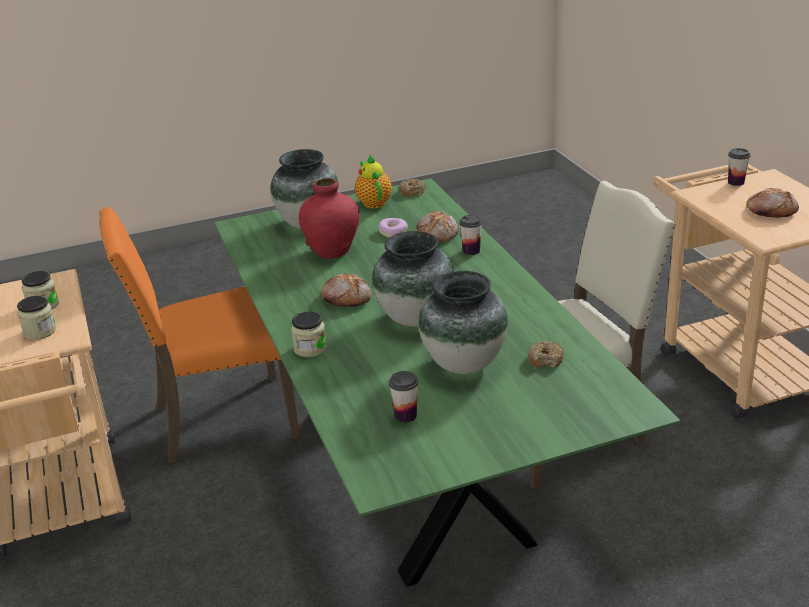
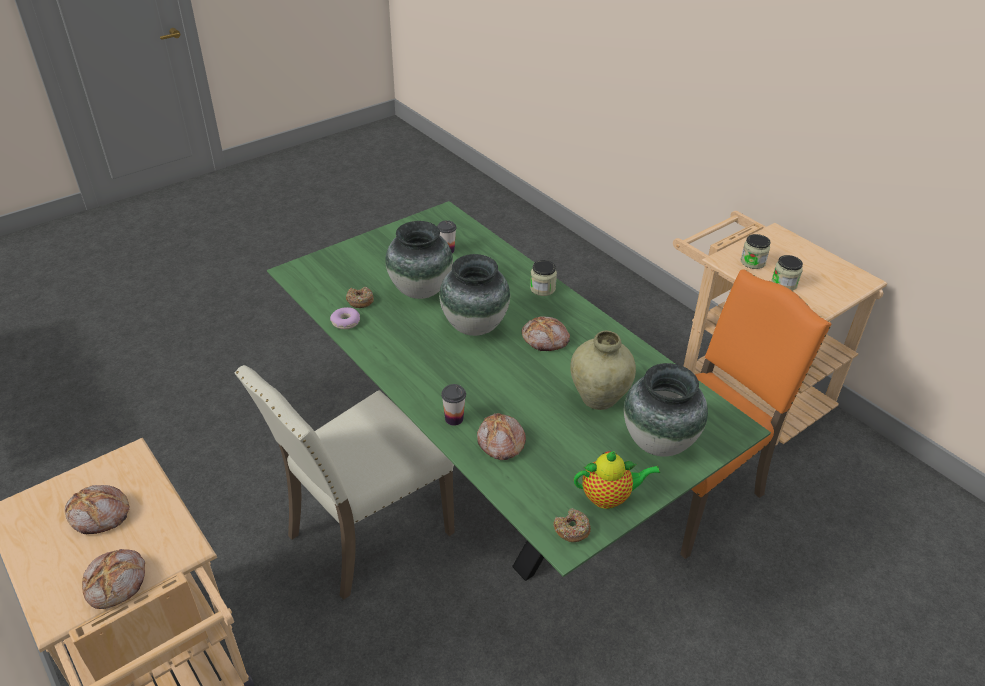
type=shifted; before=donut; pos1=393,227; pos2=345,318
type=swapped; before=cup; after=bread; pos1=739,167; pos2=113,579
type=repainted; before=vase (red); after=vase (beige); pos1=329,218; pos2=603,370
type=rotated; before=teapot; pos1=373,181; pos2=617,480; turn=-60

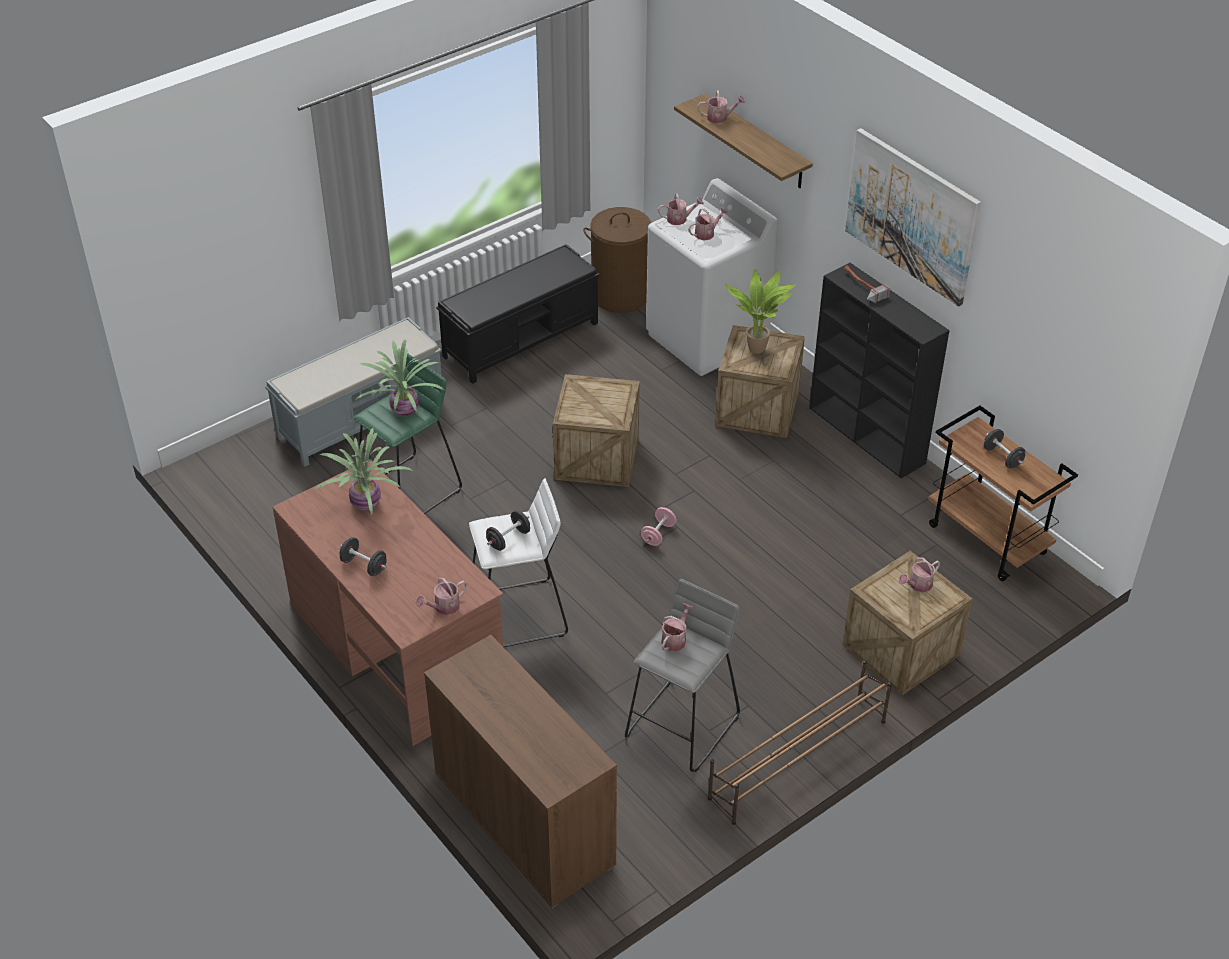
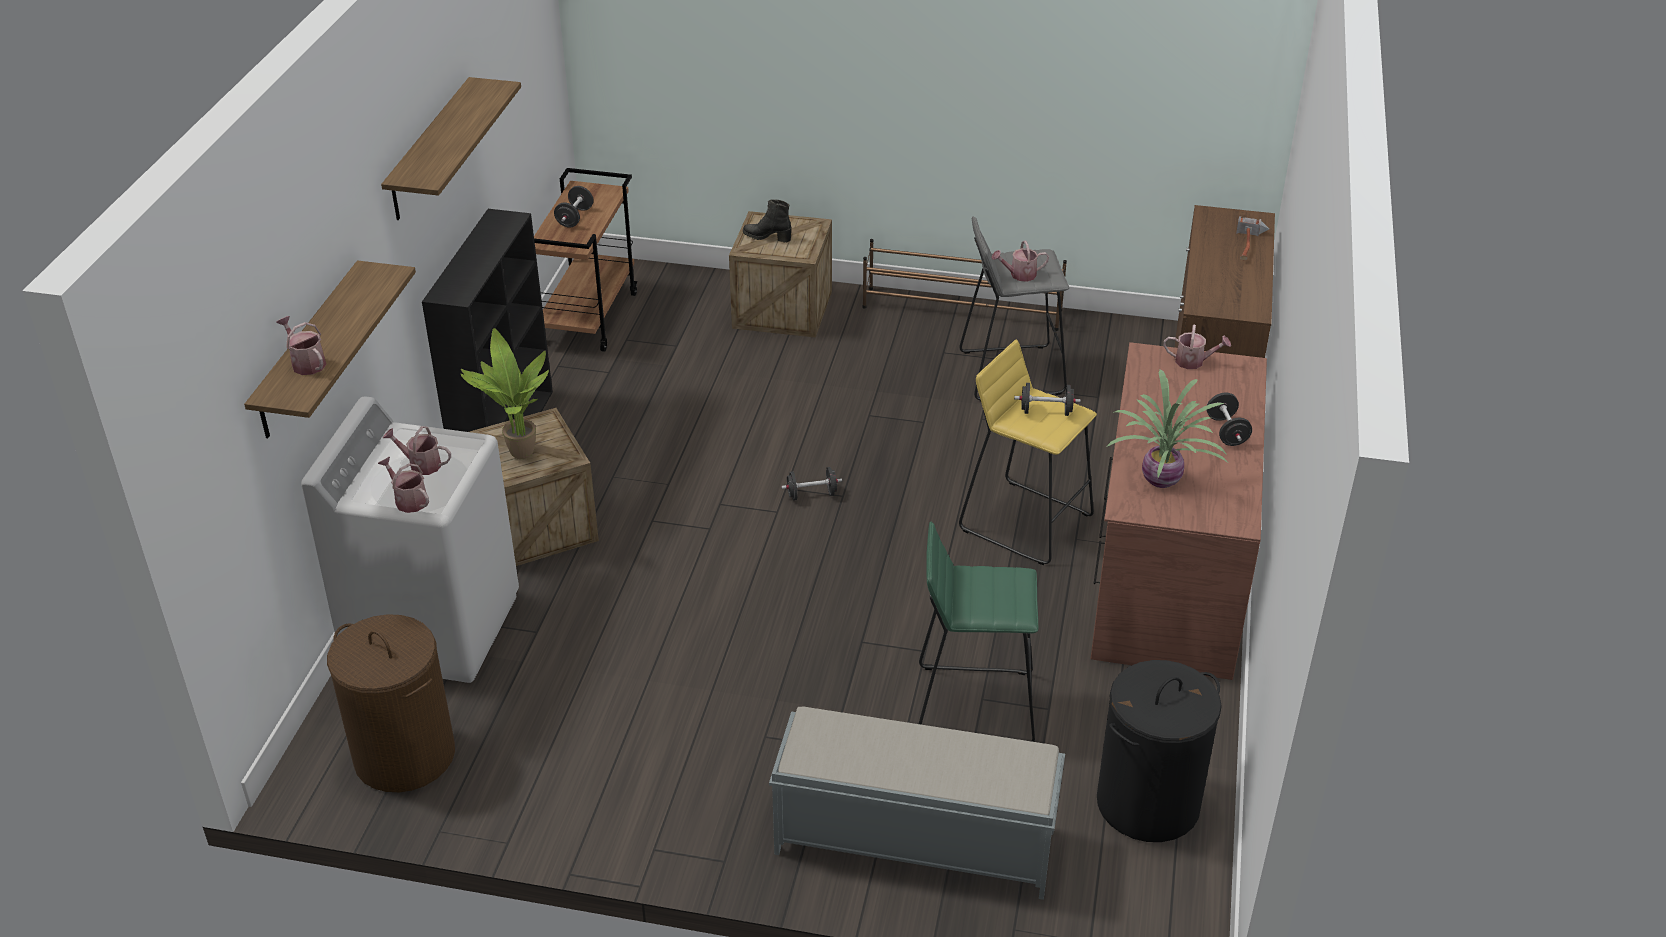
type=gone; before=potted plant; pos1=399,377
type=gone; before=bench (black); pos1=518,314
type=gone; before=crate; pos1=596,430
type=new; after=laundry basket (black); pos2=1159,751
type=shifted; before=hammer; pos1=867,284; pos2=1252,238
type=swapped; before=picture; after=shelf; pos1=913,217; pos2=451,148
type=swapped; before=watering can; after=boot (black); pos1=919,575; pos2=767,220
type=repainted; before=stool (white); after=stool (yellow); pos1=518,562; pos2=1028,452
type=repainted; before=dumbbell (pink); after=dumbbell (black); pos1=659,526; pos2=811,484

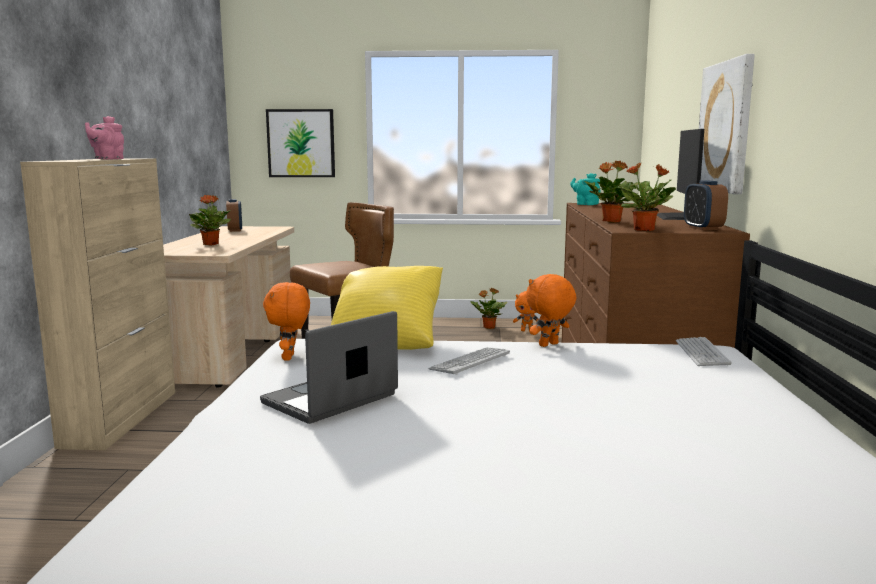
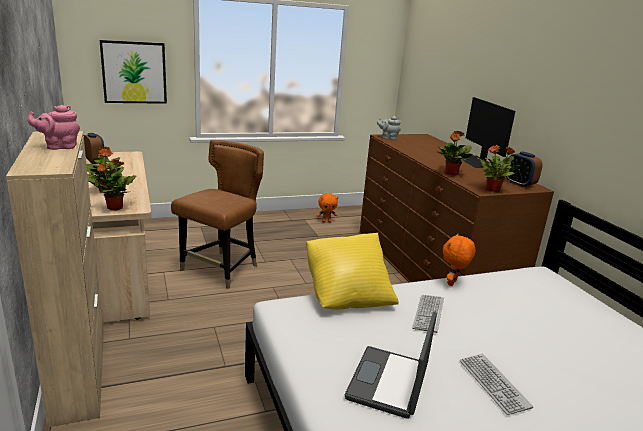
type=gone; before=plush toy (orange); pos1=286,321
type=gone; before=picture; pos1=727,124
type=shifted; before=potted plant; pos1=489,308; pos2=112,185
type=shifted; before=keyboard; pos1=704,351; pos2=496,384
type=repainted; before=teapot (turquoise); after=teapot (grey); pos1=585,189; pos2=389,128
type=rotated; before=teapot (pink); pos1=104,137; pos2=53,127; turn=75

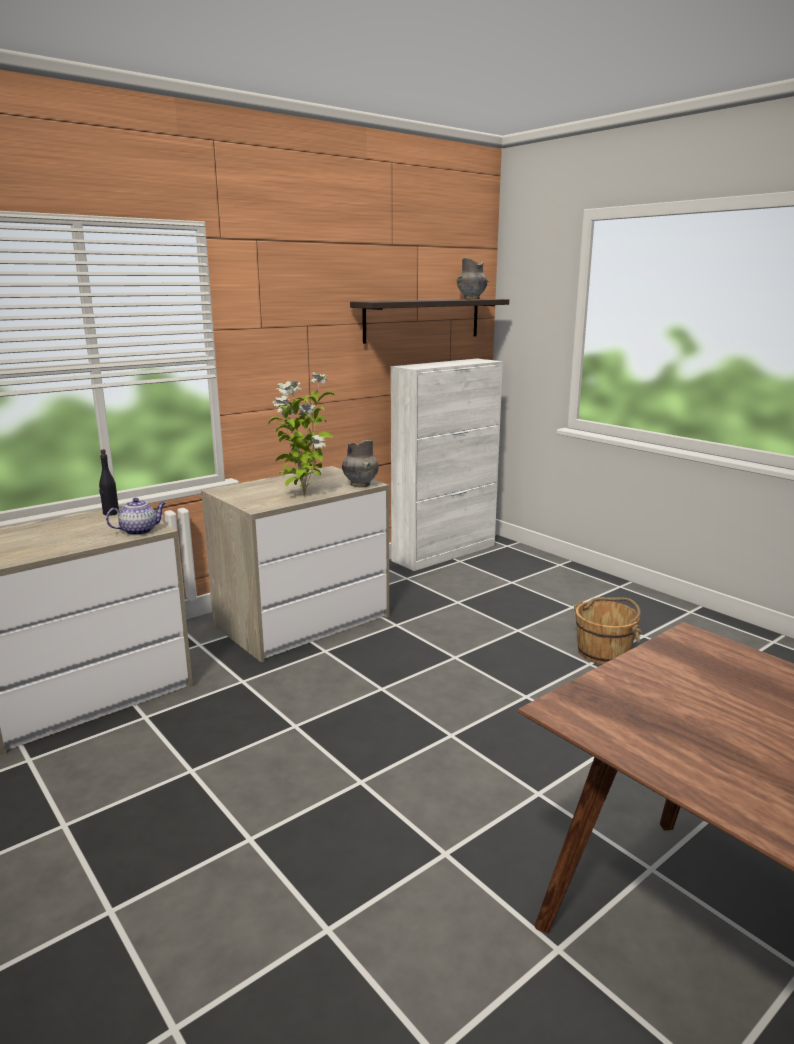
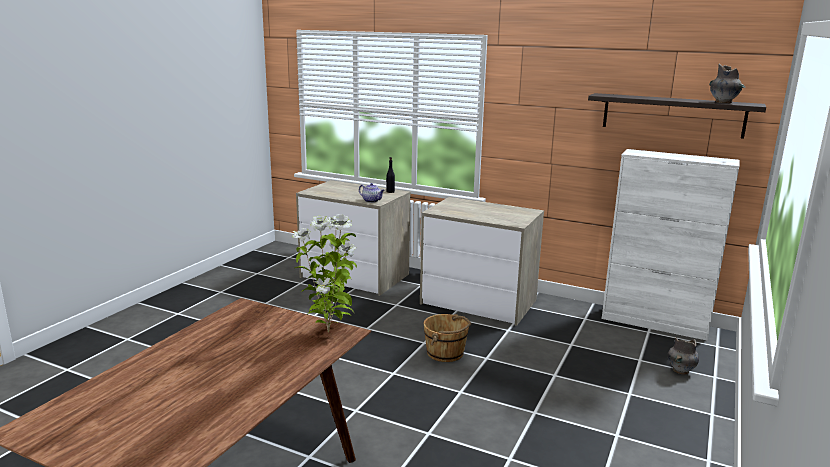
type=shifted; before=potted plant; pos1=301,434; pos2=324,273
type=shifted; before=vase (grey); pos1=360,463; pos2=683,356
type=shifted; before=bucket (brown); pos1=608,630; pos2=447,338

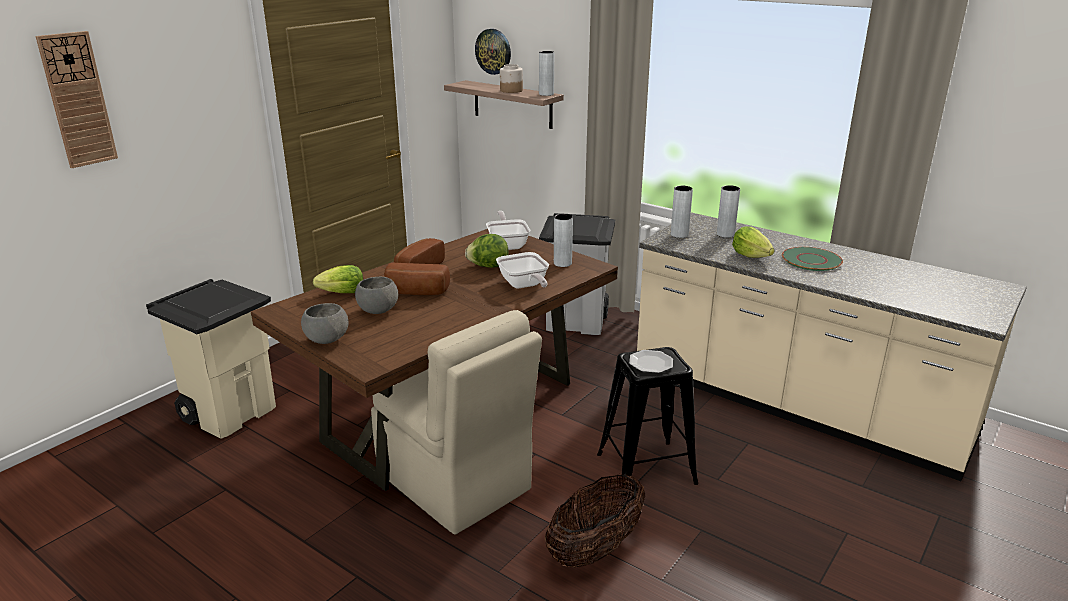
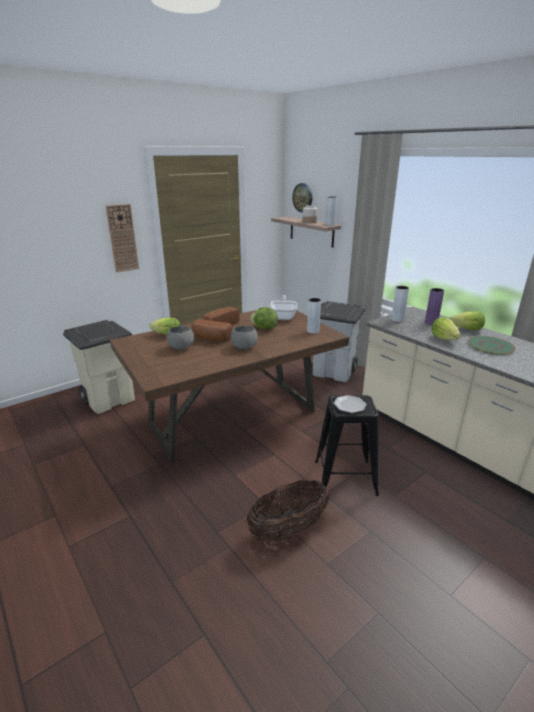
type=gone; before=chair (beige); pos1=456,422
type=gone; before=frying pan; pos1=522,270
type=new; after=lettuce; pos2=467,321
type=shifted; before=wall clock; pos1=77,99; pos2=122,238
type=shifted; before=bowl (grey); pos1=324,323; pos2=244,337
type=repainted; before=vase (grey); after=vase (purple); pos1=728,211; pos2=434,306

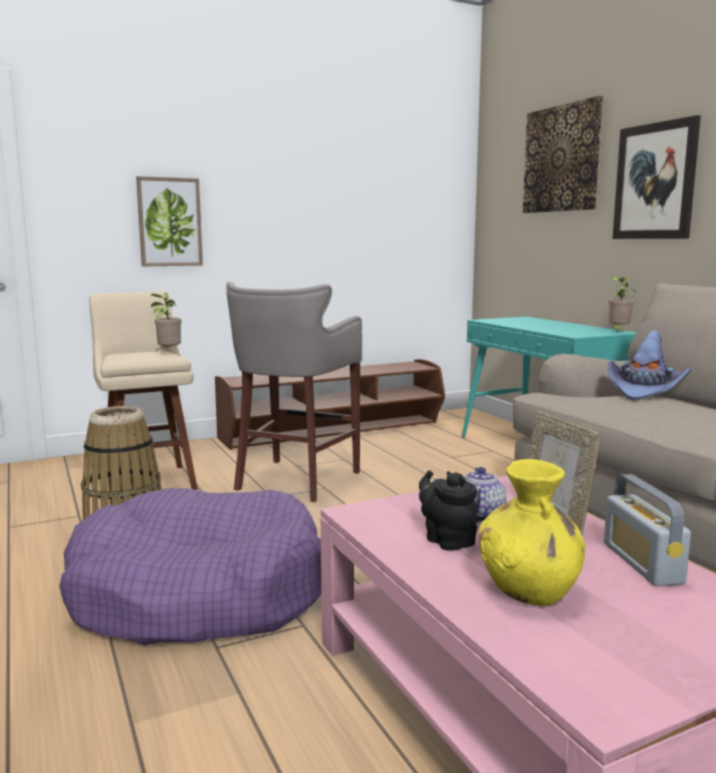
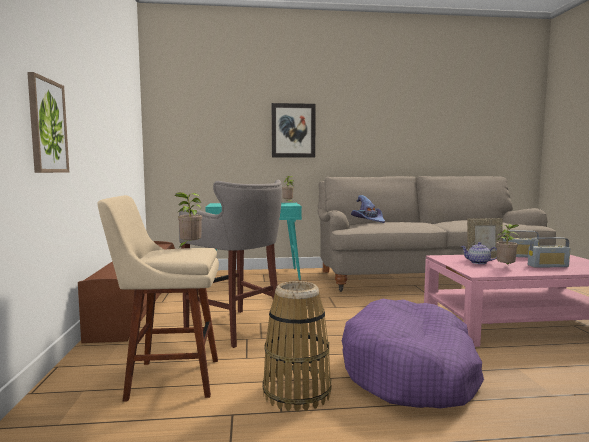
type=gone; before=picture; pos1=563,154
type=swapped; before=teapot (black); after=potted plant; pos1=448,510; pos2=507,245
type=swapped; before=vase (yellow); after=radio; pos1=532,532; pos2=549,252

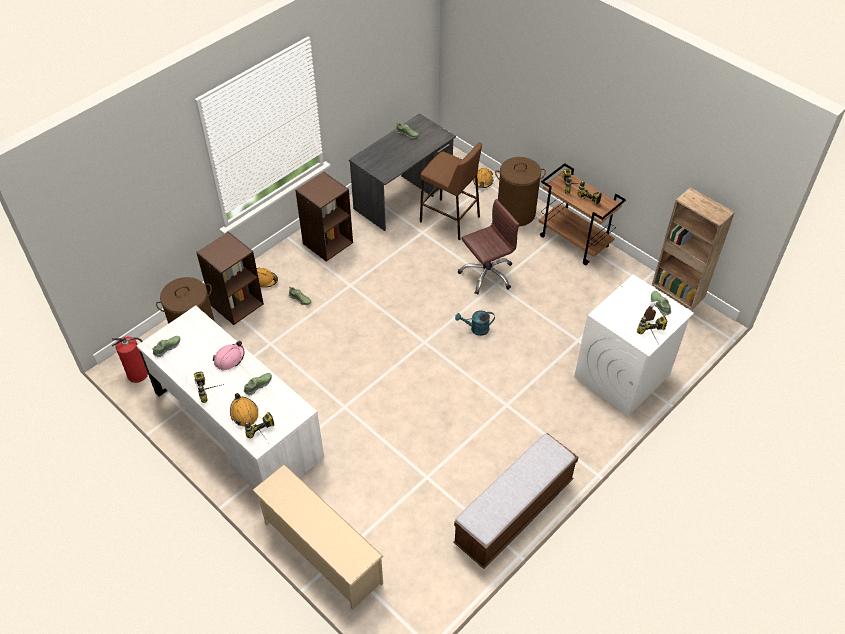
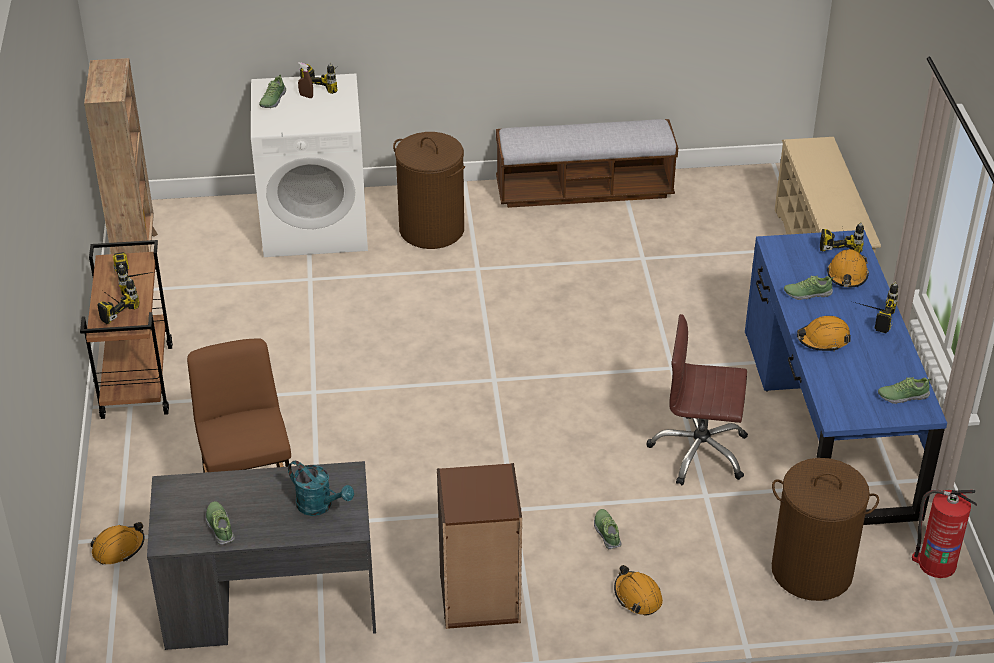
type=gone; before=bookcase (brown); pos1=230,278
type=shifted; before=watering can (turquoise); pos1=475,323; pos2=321,488
type=shifted; before=office chair (brown); pos1=488,247; pos2=697,400
type=shifted; before=laundry basket (brown); pos1=520,192; pos2=429,190
type=repainted; before=desk (white); after=desk (blue); pos1=230,397; pos2=846,377
type=repainted; before=hard hat (pink); after=hard hat (orange); pos1=229,355; pos2=824,333

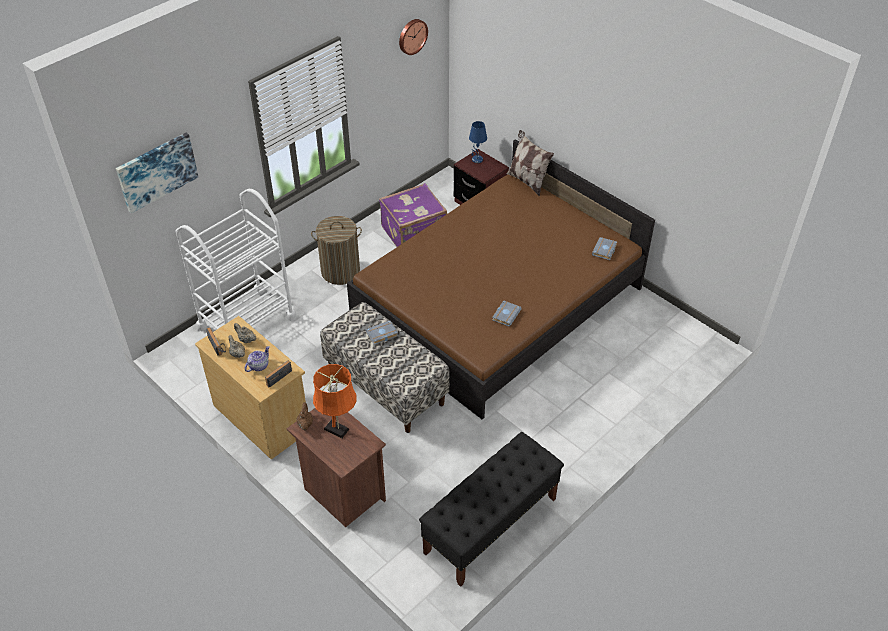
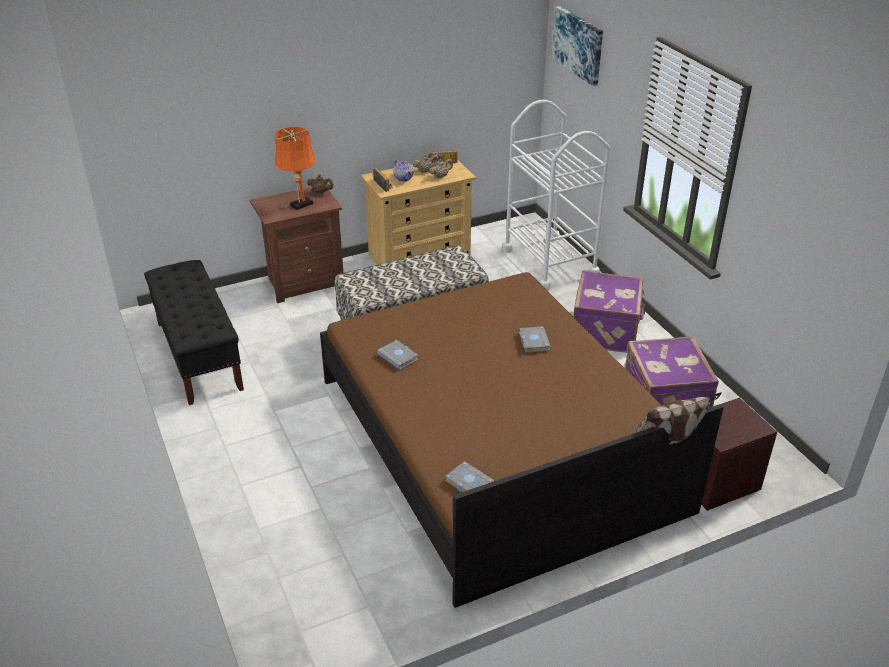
type=gone; before=wall clock; pos1=413,37
type=gone; before=table lamp (blue); pos1=478,142
type=shifted; before=book (grey); pos1=382,333; pos2=535,339
type=swapped; before=laundry basket; after=suitcase (purple); pos1=336,250; pos2=609,311

